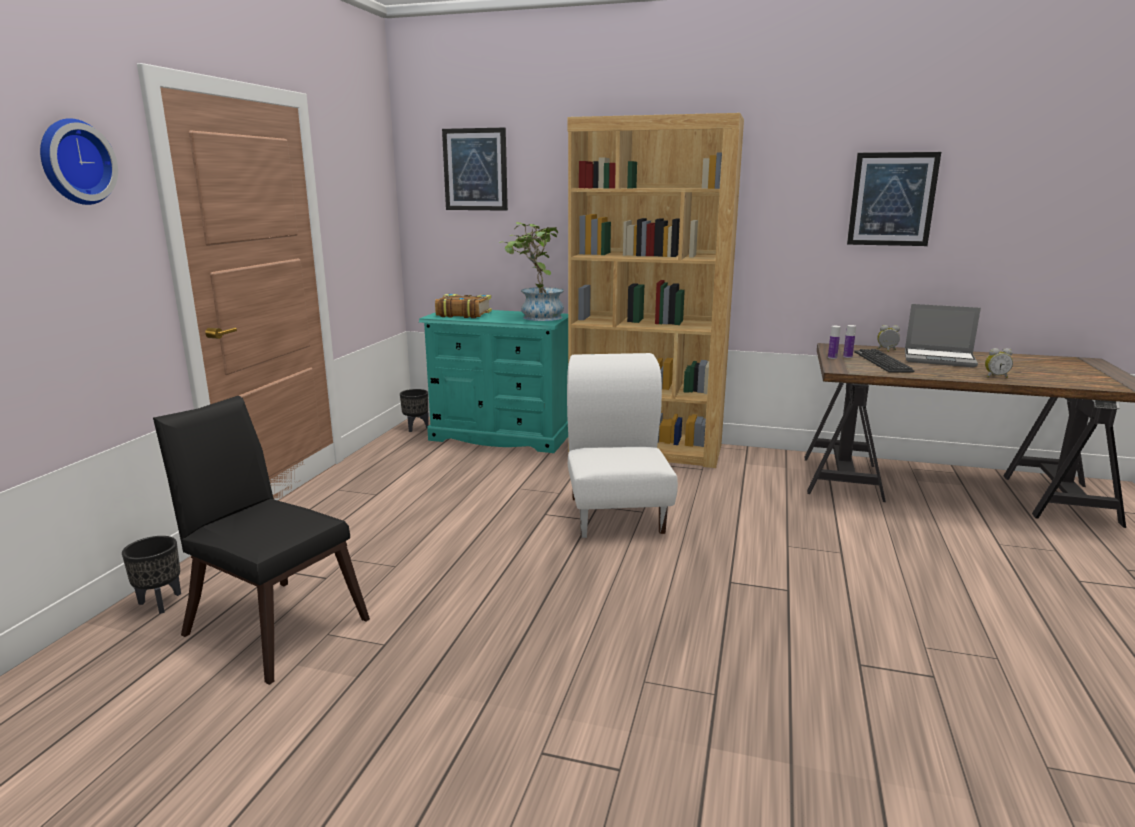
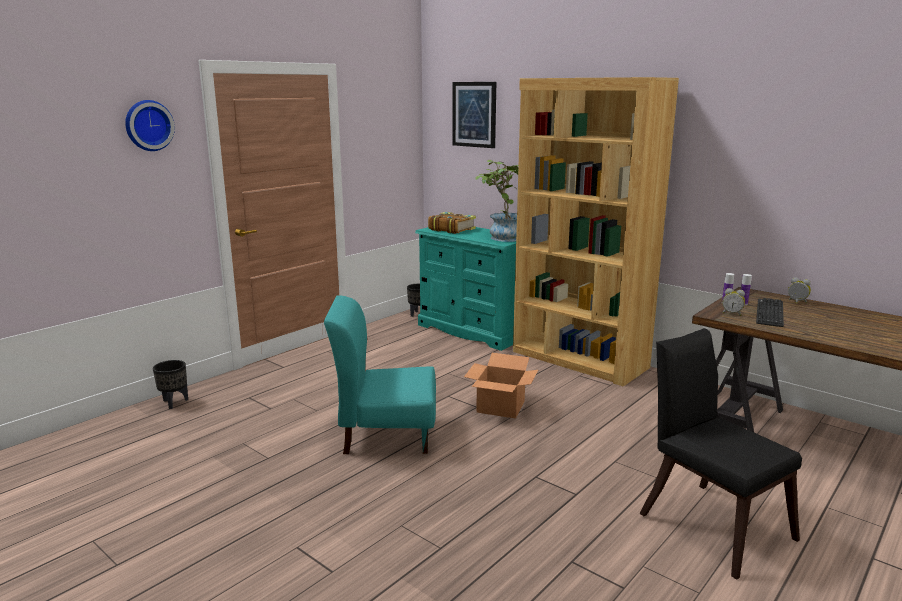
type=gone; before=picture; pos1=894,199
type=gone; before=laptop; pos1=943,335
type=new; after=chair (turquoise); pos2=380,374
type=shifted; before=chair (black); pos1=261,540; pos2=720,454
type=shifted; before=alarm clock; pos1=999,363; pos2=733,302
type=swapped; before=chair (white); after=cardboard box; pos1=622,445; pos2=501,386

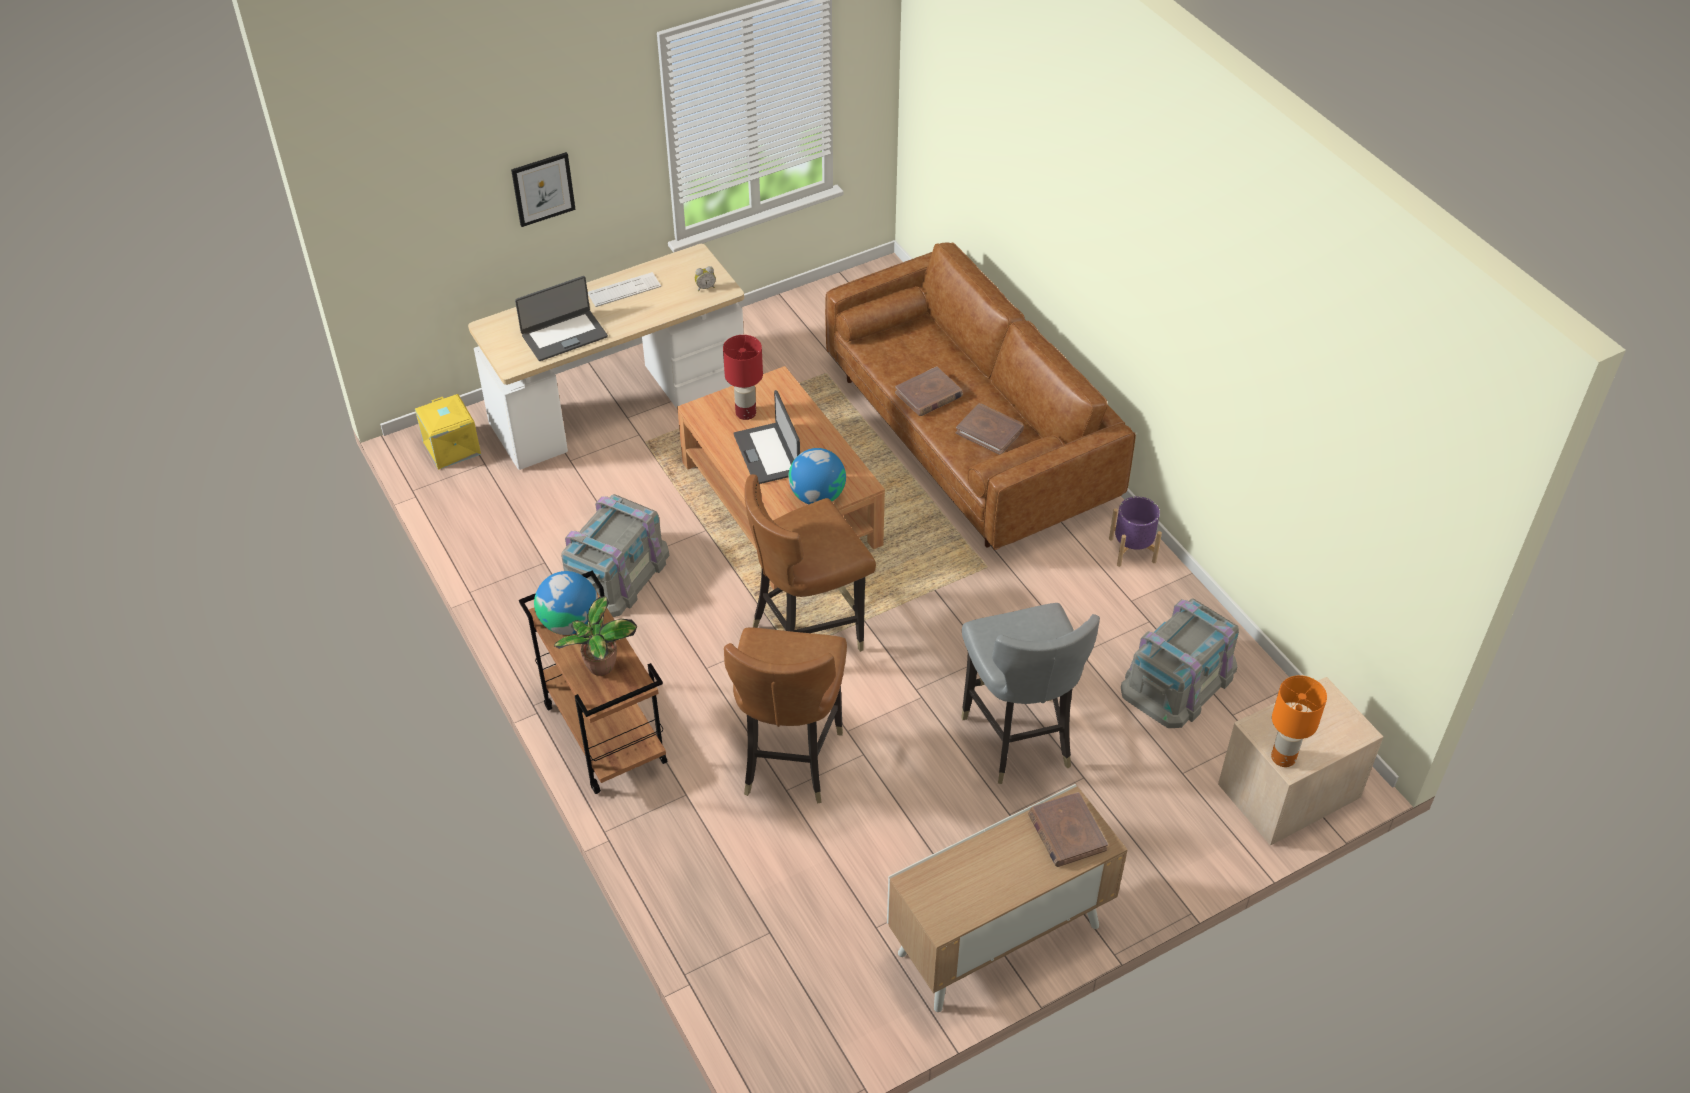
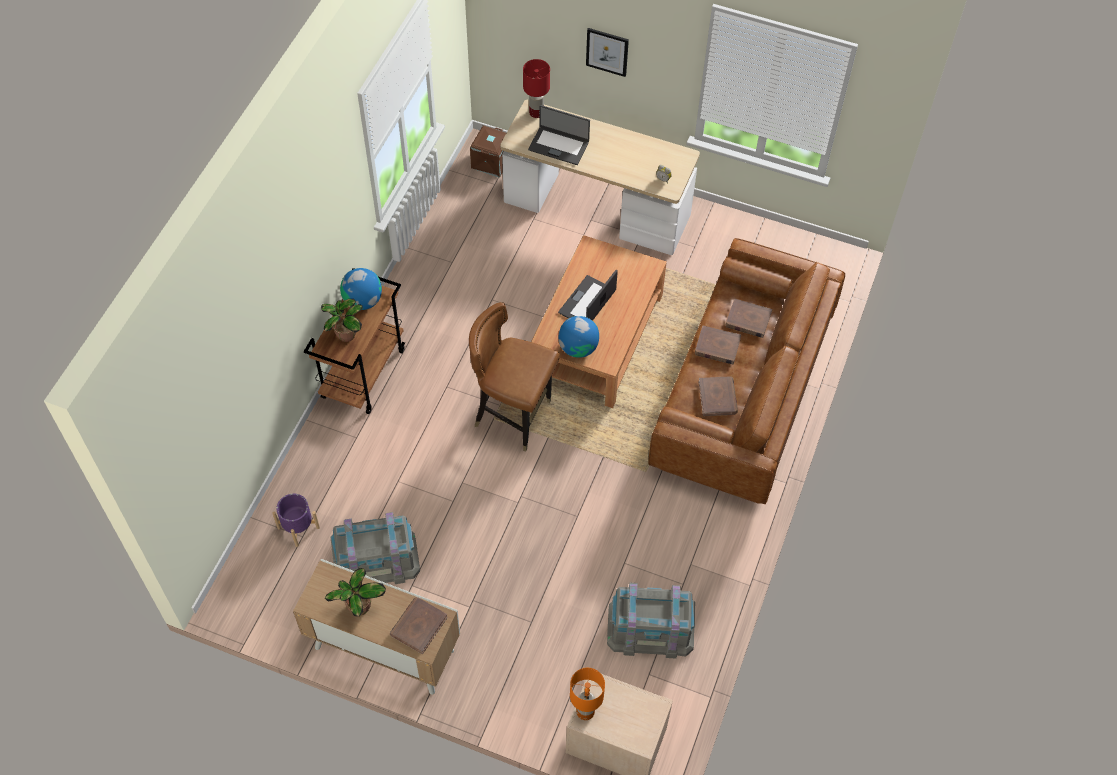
type=gone; before=keyboard; pos1=624,289
type=gone; before=chair (brown); pos1=785,716
type=gone; before=chair (grey); pos1=1030,693
type=new; after=potted plant; pos2=355,592
type=new; after=book (brown); pos2=748,318
type=shifted; before=storage box (grey); pos1=615,555; pos2=375,548
type=shifted; before=table lamp (red); pos1=743,377; pos2=536,88
type=shifted; before=planter (purple); pos1=1135,531; pos2=296,520
type=repainted; before=storage box (yellow); after=storage box (brown); pos1=448,432; pos2=488,151

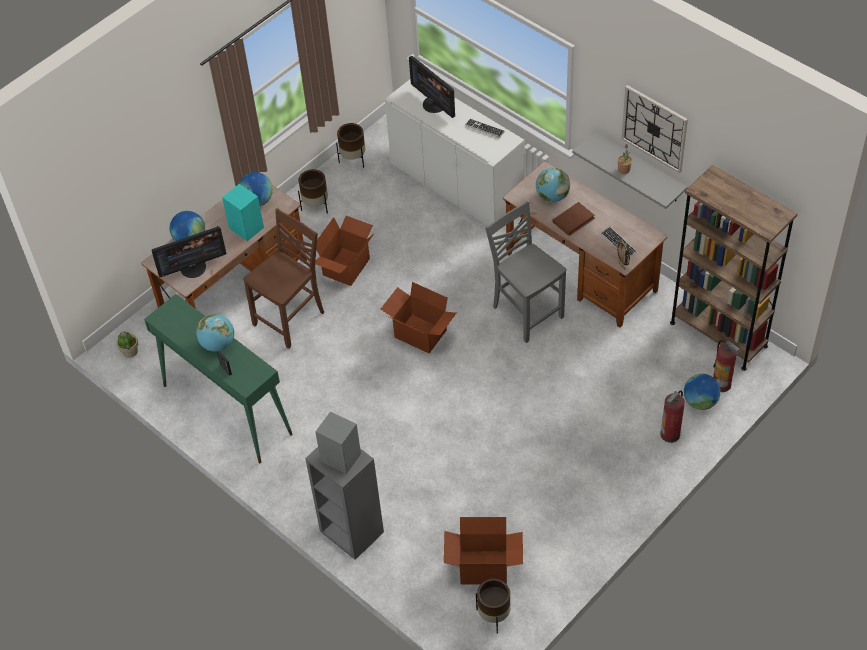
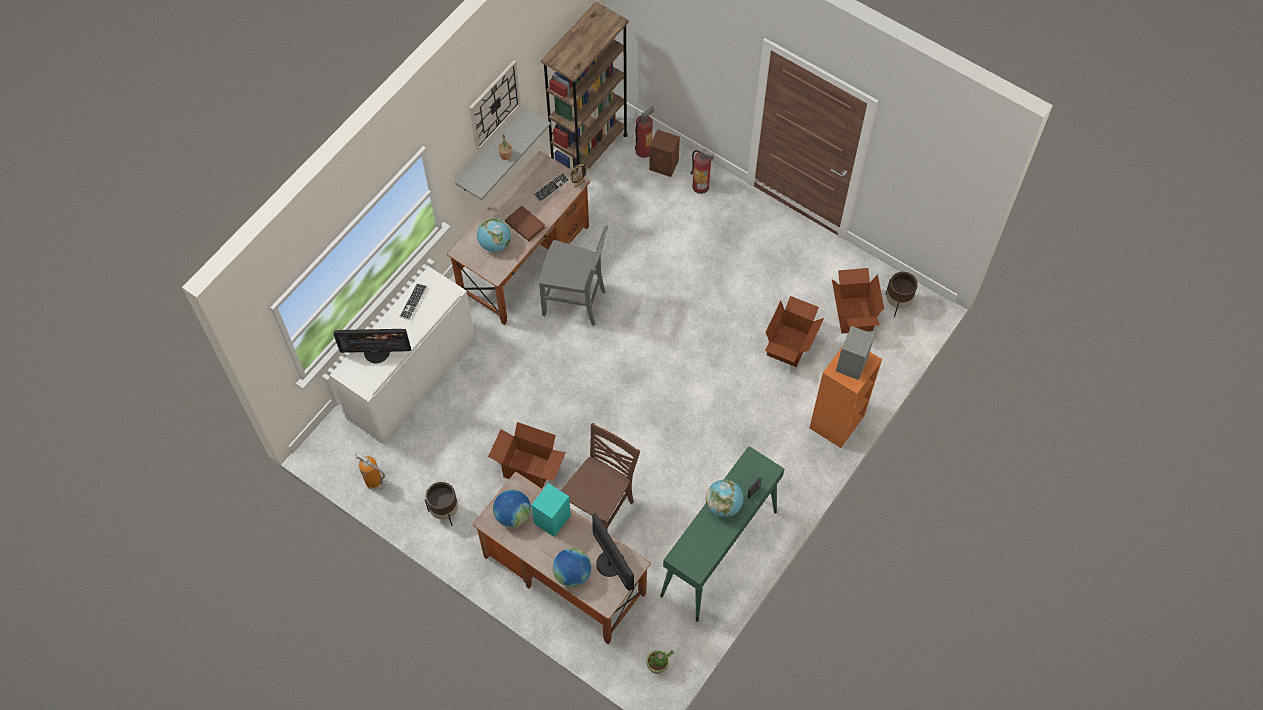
type=shifted; before=cardboard box; pos1=418,317; pos2=794,331
type=swapped; before=planter (brown); after=fire extinguisher; pos1=350,145; pos2=370,471
type=swapped; before=globe; after=speaker (brown); pos1=702,392; pos2=664,153
type=repainted; before=bookcase (grey); after=bookcase (orange); pos1=344,503; pos2=846,397
type=rotated; before=chair (brown); pos1=283,278; pos2=600,476; turn=90
type=rotated; before=monitor; pos1=432,87; pos2=372,346; turn=45
type=rotated; before=chair (grey); pos1=525,271; pos2=573,275; turn=-120

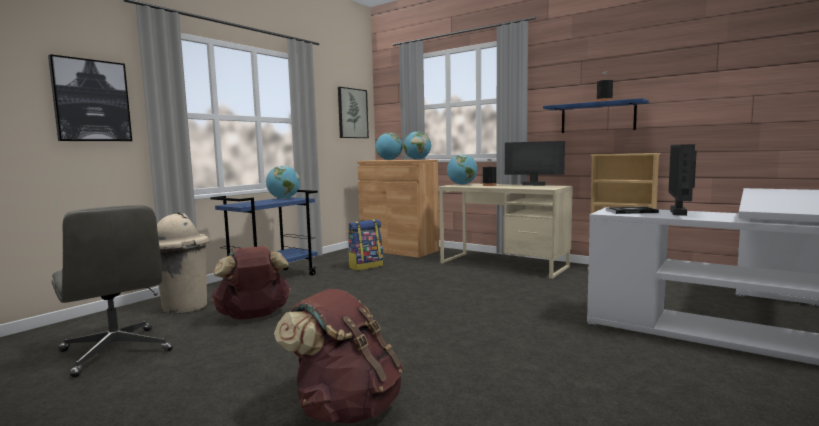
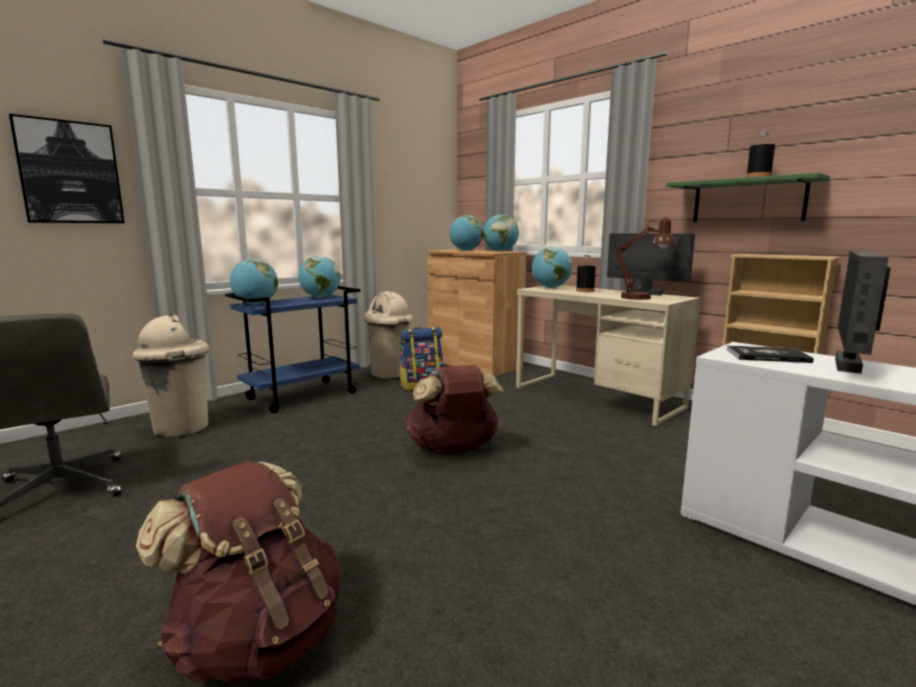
type=gone; before=picture; pos1=353,112
type=new; after=globe; pos2=254,281
type=new; after=trash can (beige); pos2=388,335
type=new; after=table lamp (brown); pos2=645,258
type=shifted; before=backpack (brown); pos1=251,282; pos2=455,409
type=repainted; before=shelf (blue); after=shelf (green); pos1=596,115; pos2=748,197

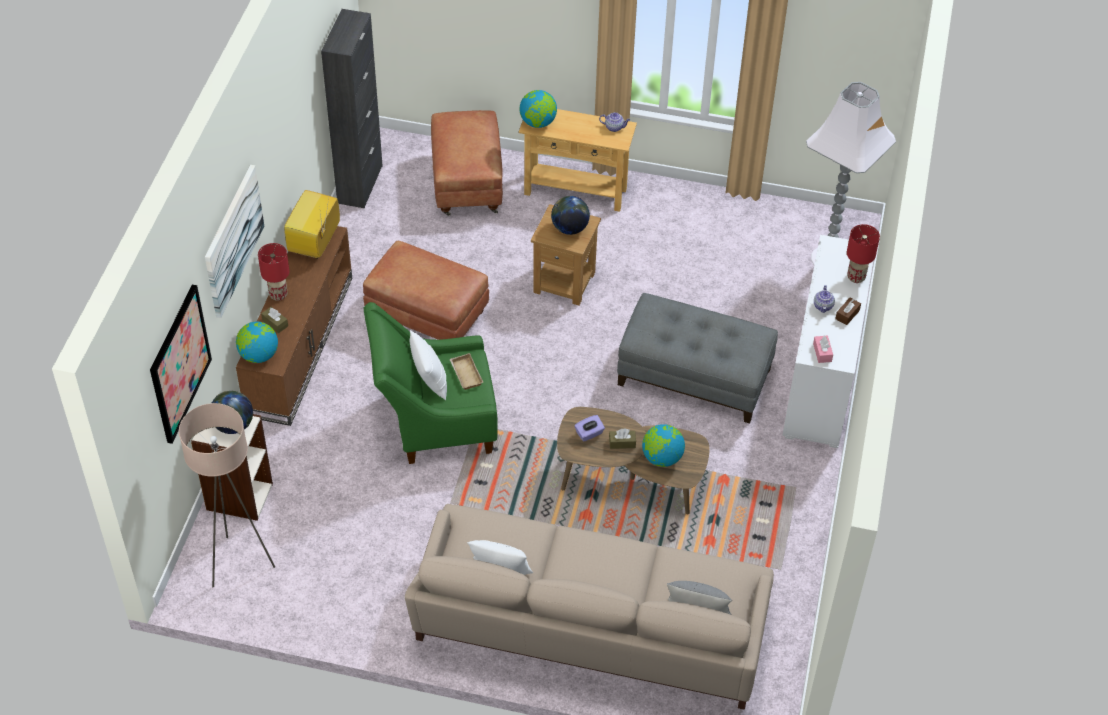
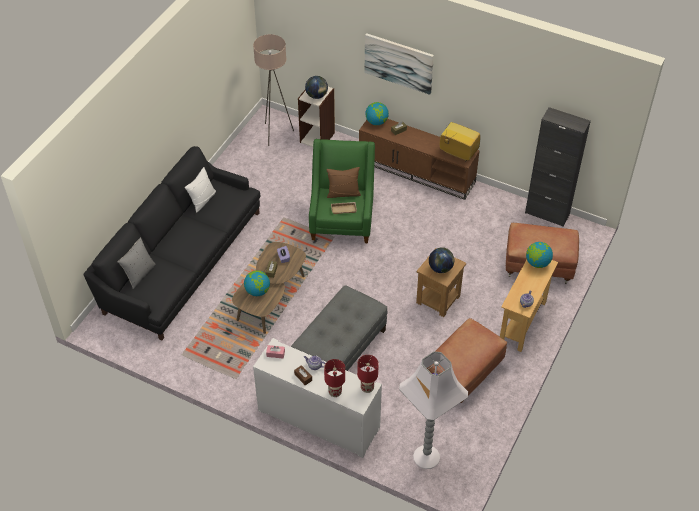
type=gone; before=picture; pos1=181,364
type=shifted; before=table lamp (red); pos1=274,272; pos2=368,374
type=shifted; before=ottoman (brown); pos1=426,290; pos2=467,360
type=repainted; before=sofa (beige); after=sofa (black); pos1=589,607; pos2=172,243
type=repainted; before=pillow (white); after=pillow (brown); pos1=428,365; pos2=343,182

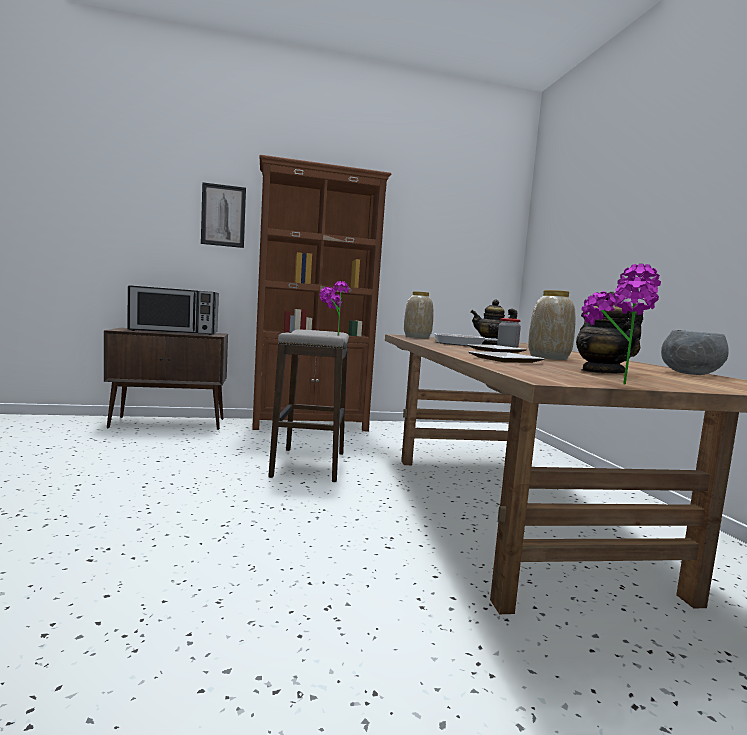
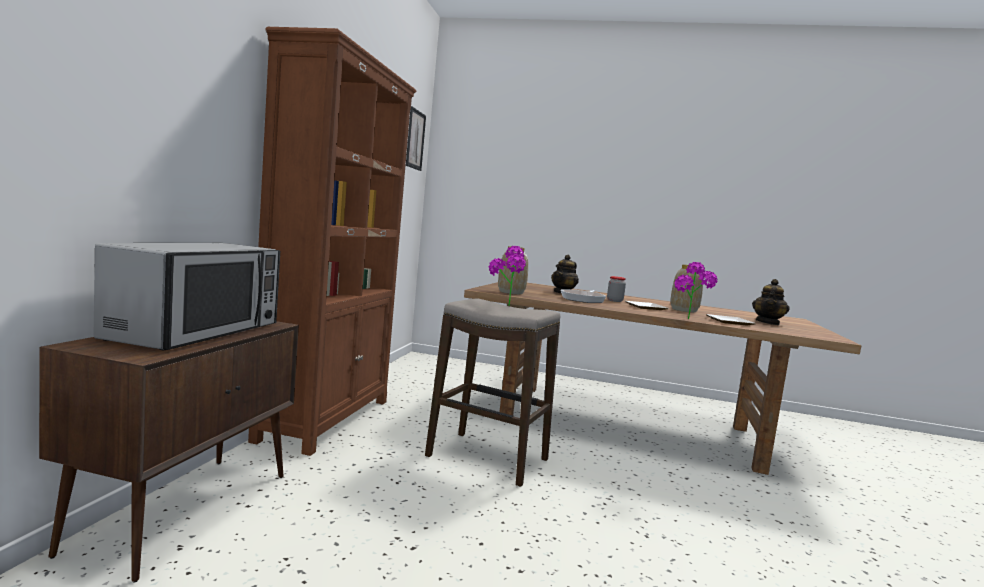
type=gone; before=bowl (grey); pos1=695,352
type=shifted; before=picture; pos1=223,215; pos2=416,138
type=shifted; before=potted plant; pos1=621,324; pos2=696,290
type=rotated; before=teapot; pos1=609,333; pos2=771,302; turn=-75

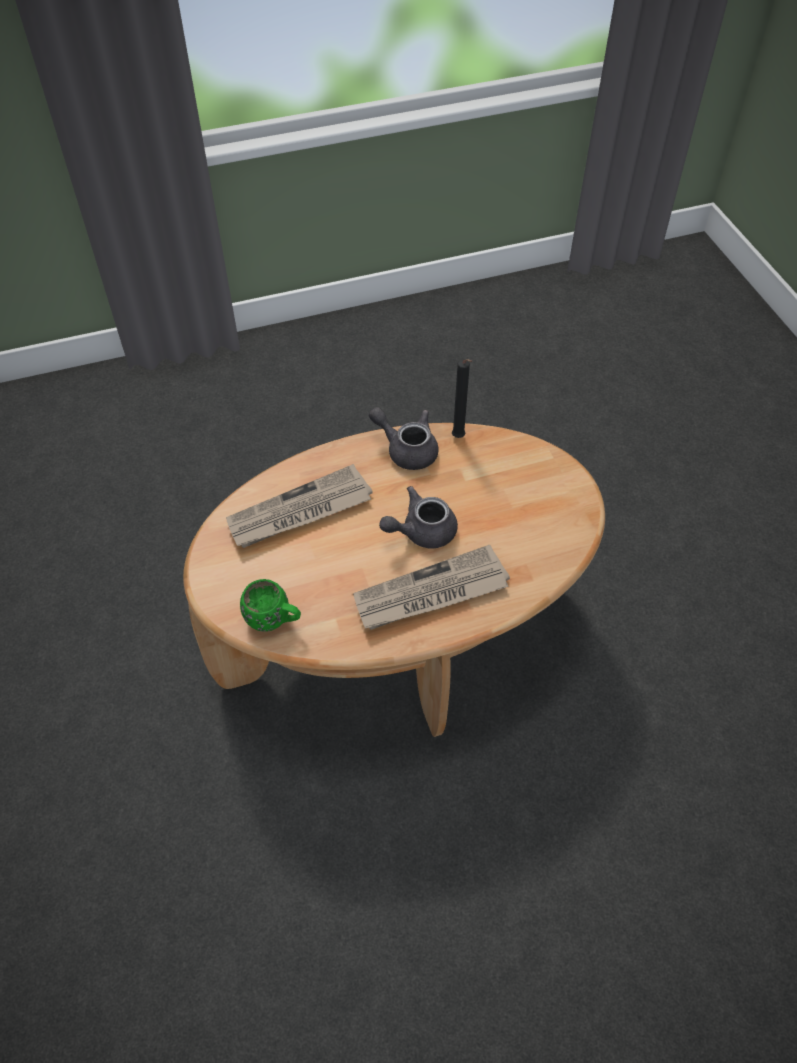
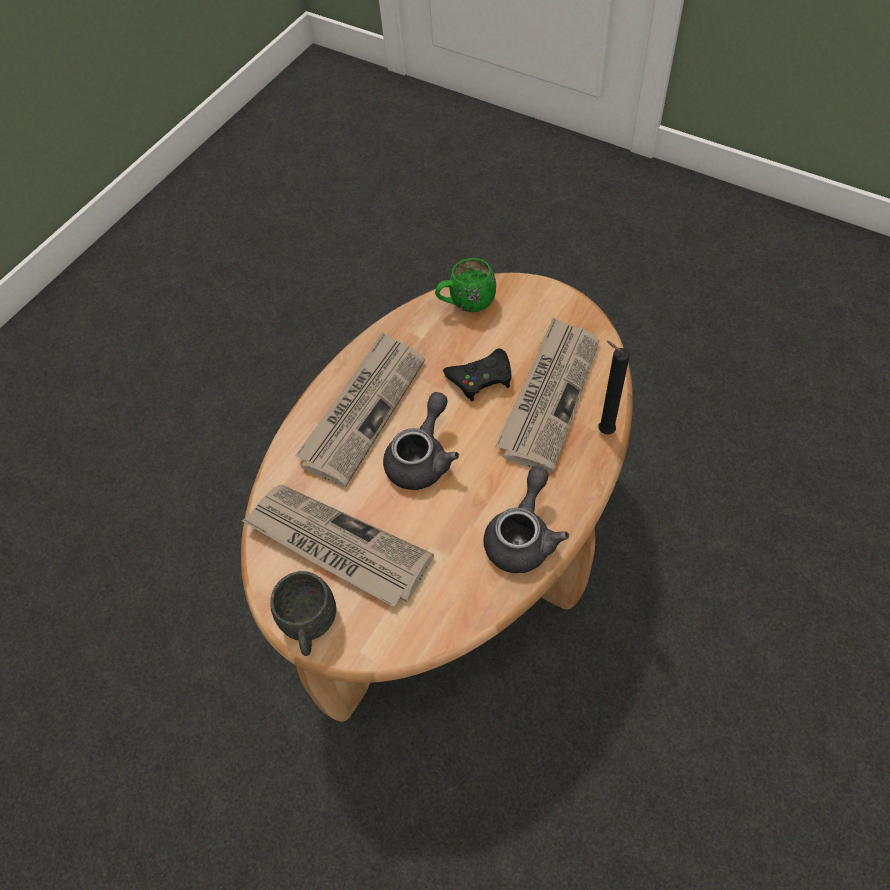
type=new; after=newspaper; pos2=338,545
type=new; after=mug (grey); pos2=303,613
type=new; after=game controller (black); pos2=477,374
type=shifted; before=candle (black); pos1=462,398; pos2=614,388
type=rotated; before=teapot (grey); pos1=404,438; pos2=526,519; turn=-60

